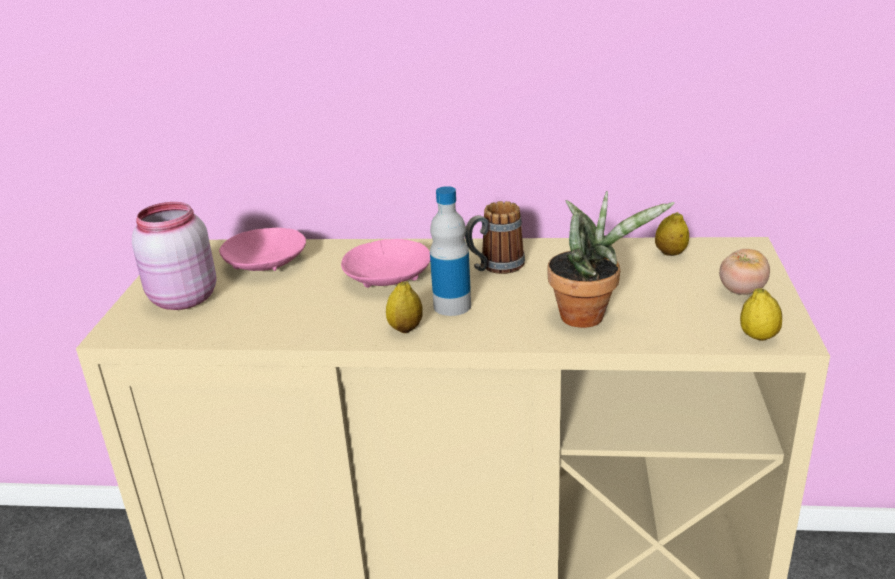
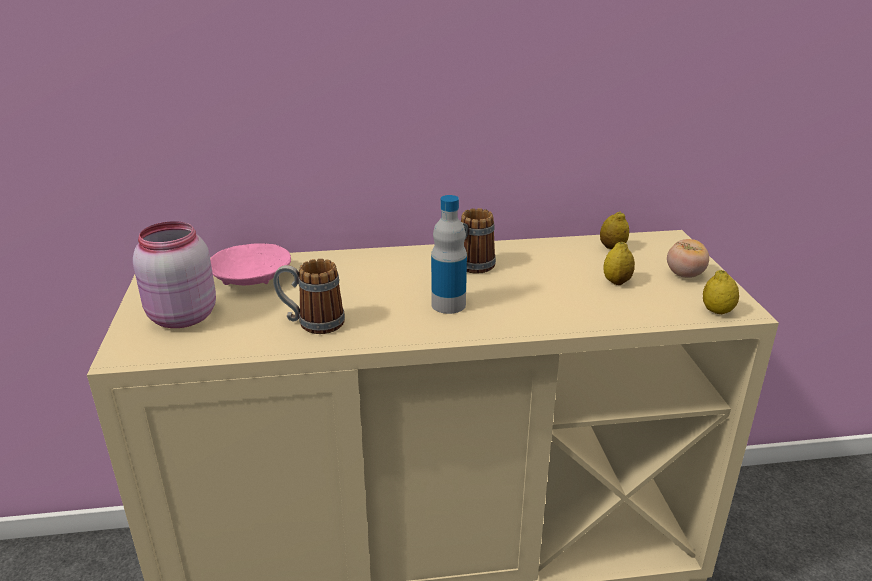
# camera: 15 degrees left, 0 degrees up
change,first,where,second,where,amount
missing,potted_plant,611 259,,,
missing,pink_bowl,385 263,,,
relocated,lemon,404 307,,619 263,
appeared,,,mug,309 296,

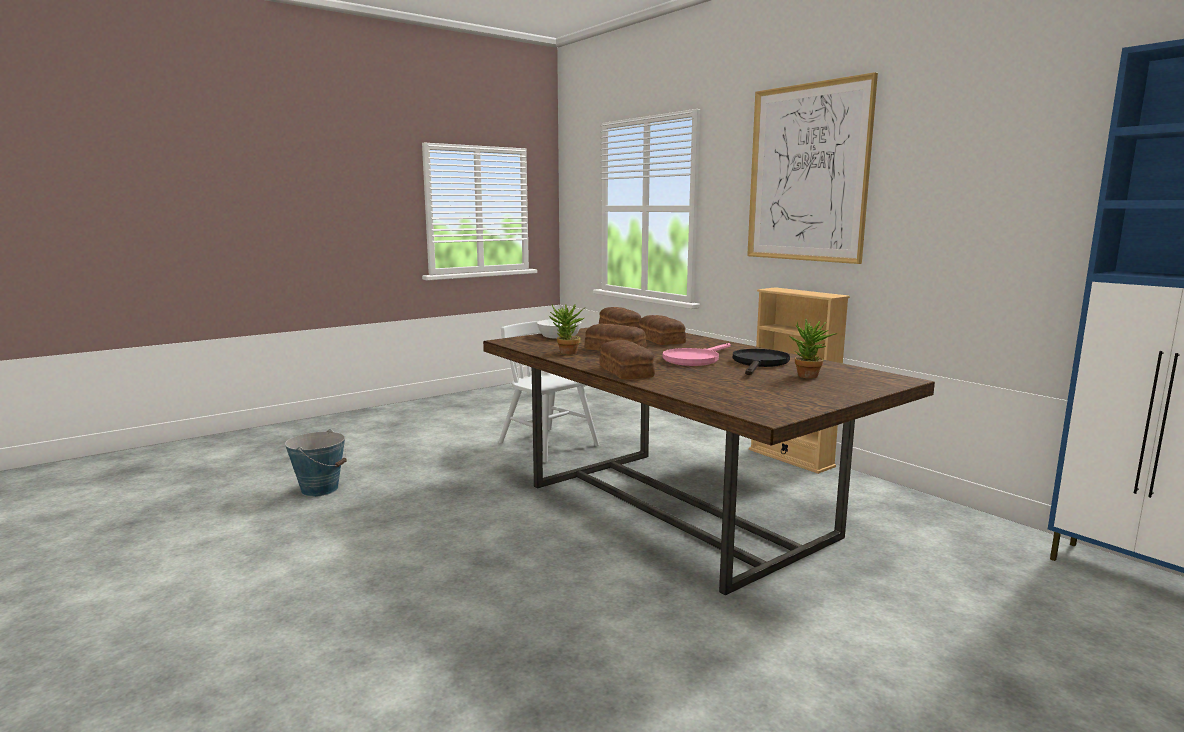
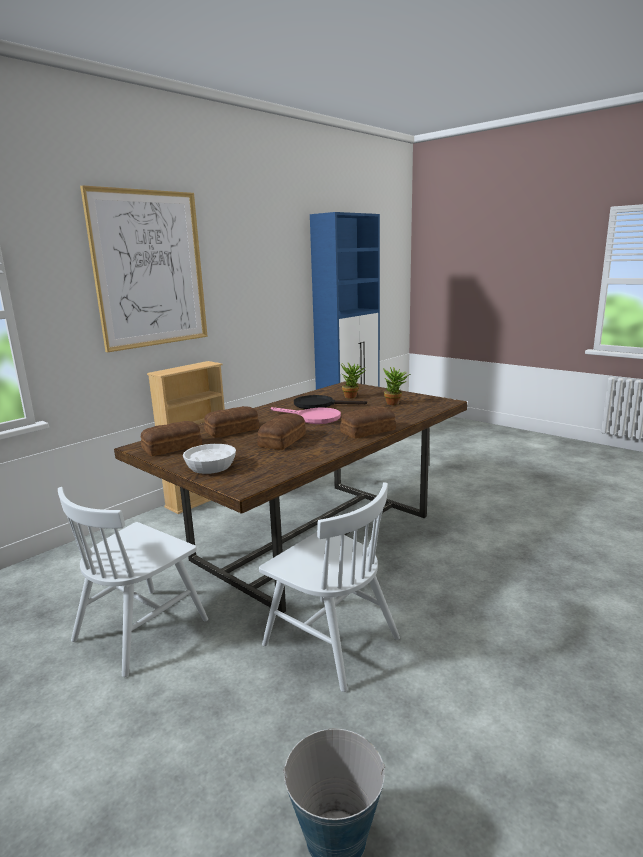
# camera: 100 degrees left, 5 degrees up
change,first,where,second,where,amount
relocated,potted_plant,567 329,,397 386,
appeared,,,white_chair,329 587,

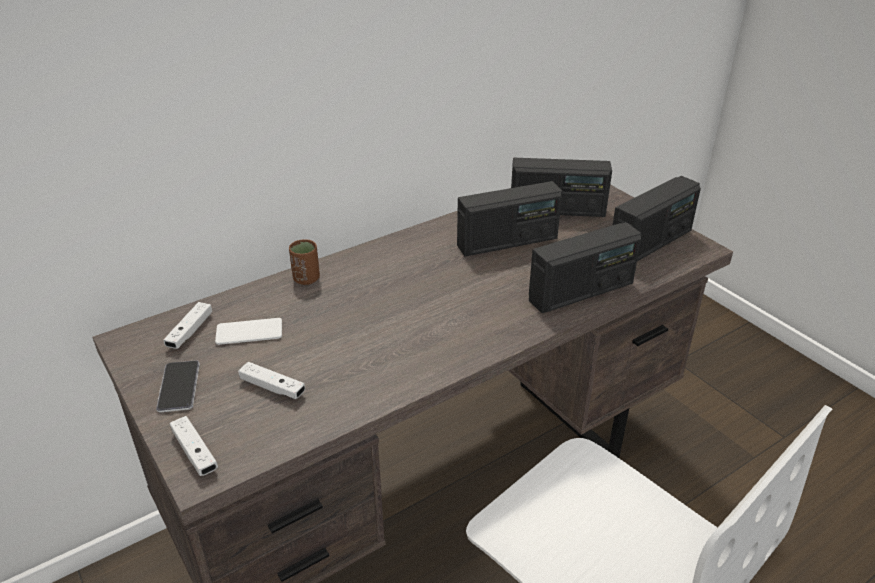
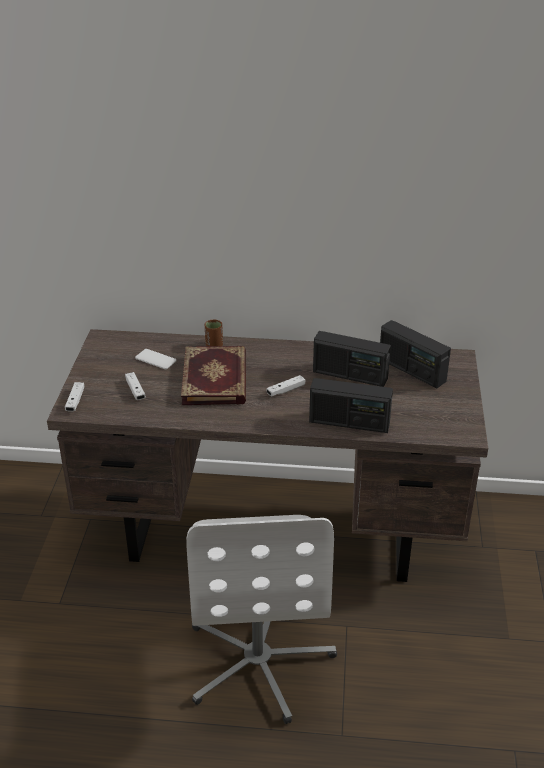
# camera: 40 degrees right, 0 degrees up
change,first,where,second,where,amount
missing,radio,657 218,,,
relocated,white_game_controller,187 325,,286 385,
missing,phone,178 386,,,
appeared,,,book,213 375,

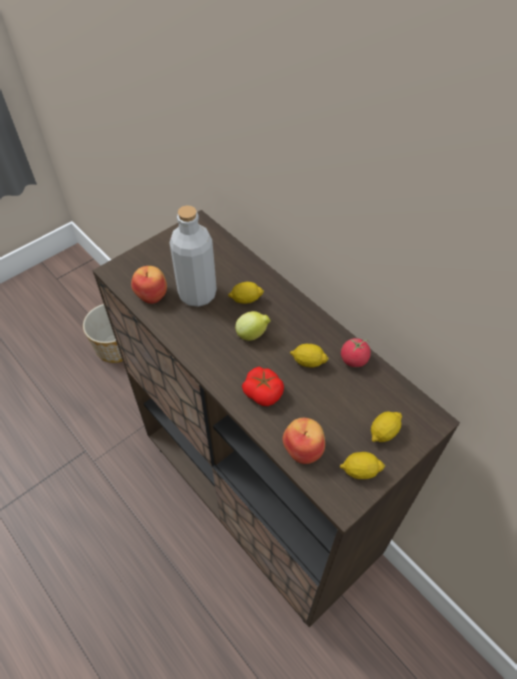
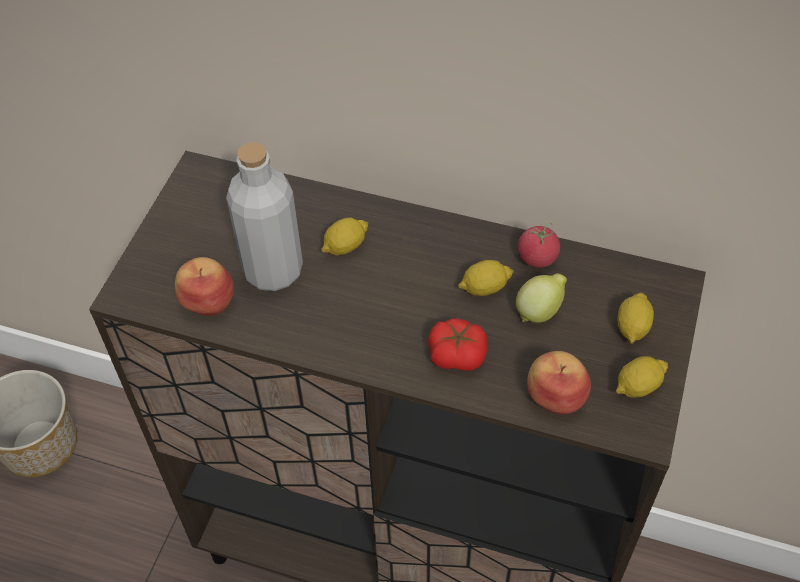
# camera: 30 degrees left, 0 degrees up
change,first,where,second,where,amount
relocated,lemon,253 326,,541 298,

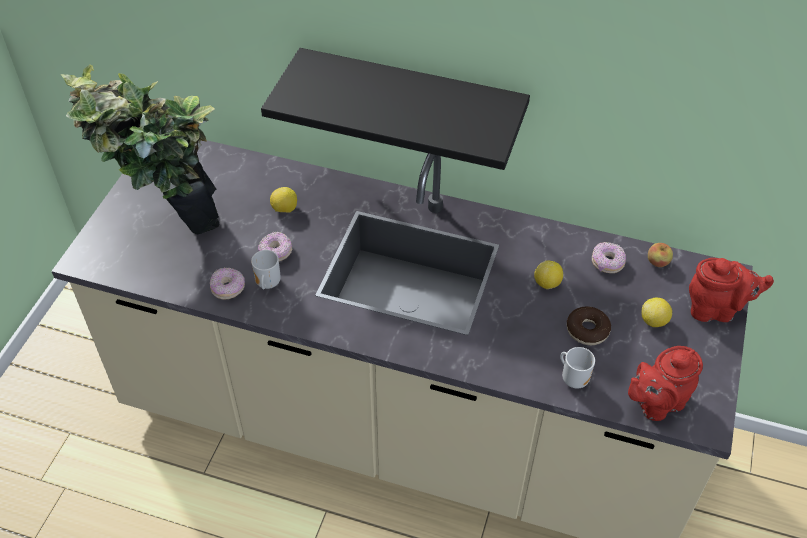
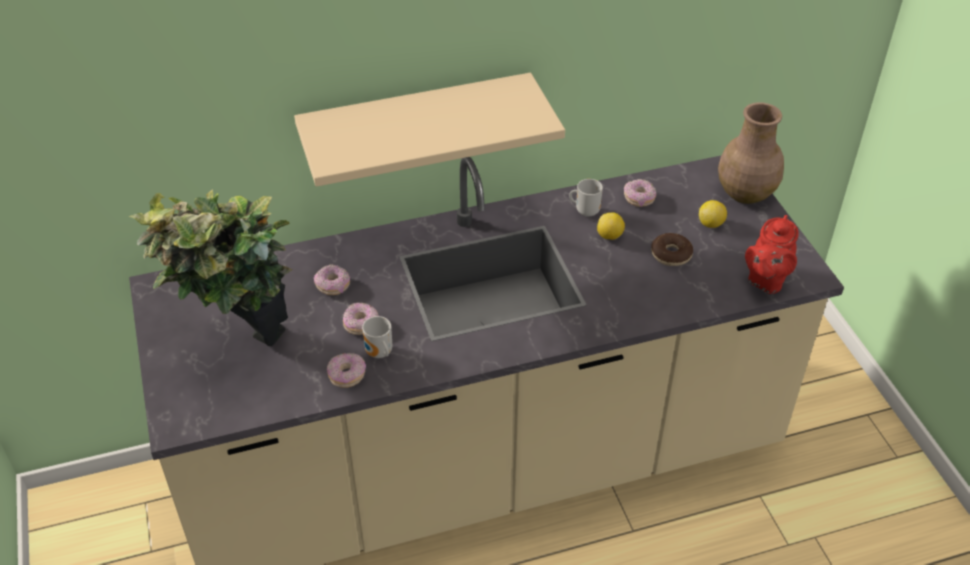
# camera: 35 degrees left, 5 degrees down
change,first,where,second,where,amount
colour,black_shelf,395 109,beige_shelf,429 130,
exchanged,lemon,283 200,donut,332 279,
missing,apple,660 255,,,
exchanged,red_teapot,731 290,brown_vase,751 153,
relocated,mug,577 367,,586 198,

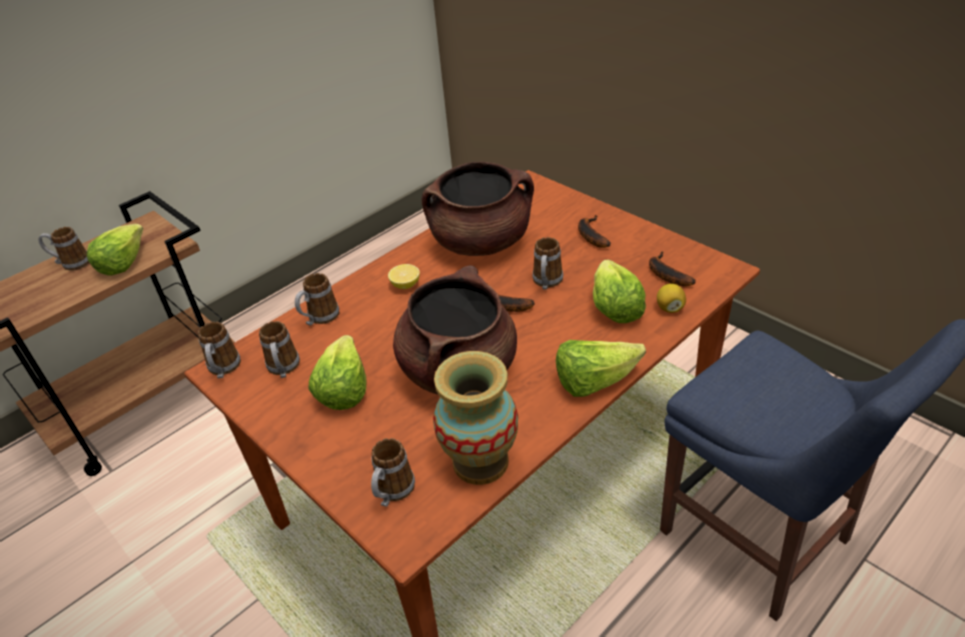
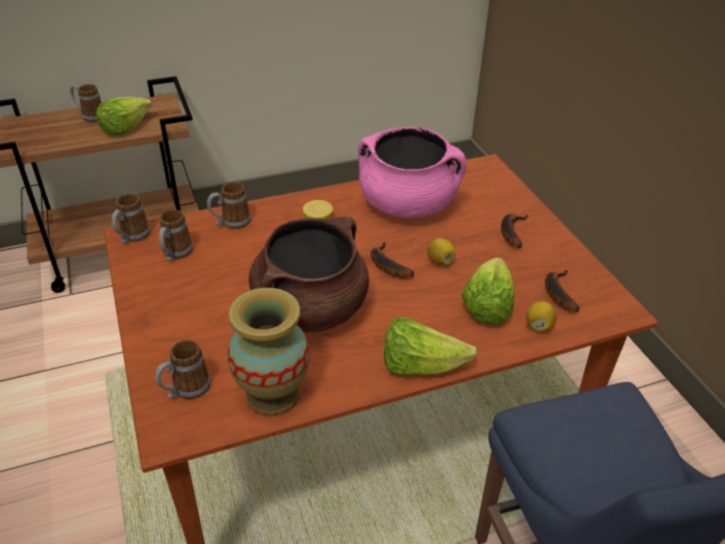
# camera: 20 degrees right, 0 degrees up
change,first,where,second,where,amount
colour,brown_cooking_pot,478 208,pink_cooking_pot,412 172,
exchanged,mug,548 263,lemon,441 251,
missing,lettuce,337 372,,,

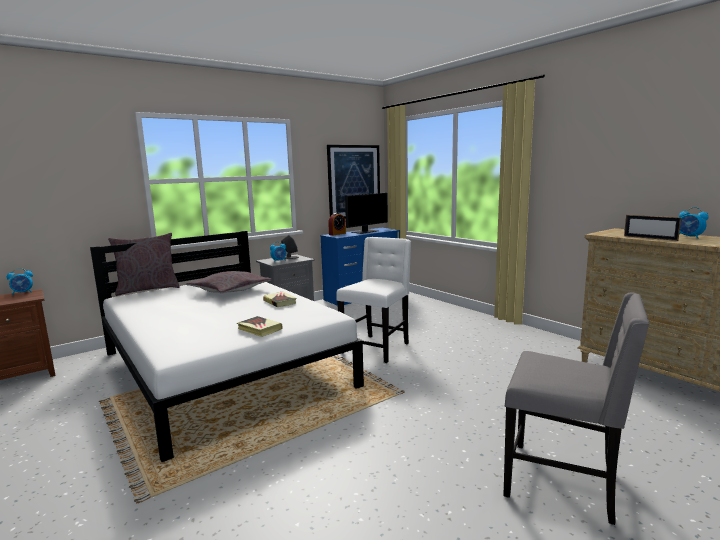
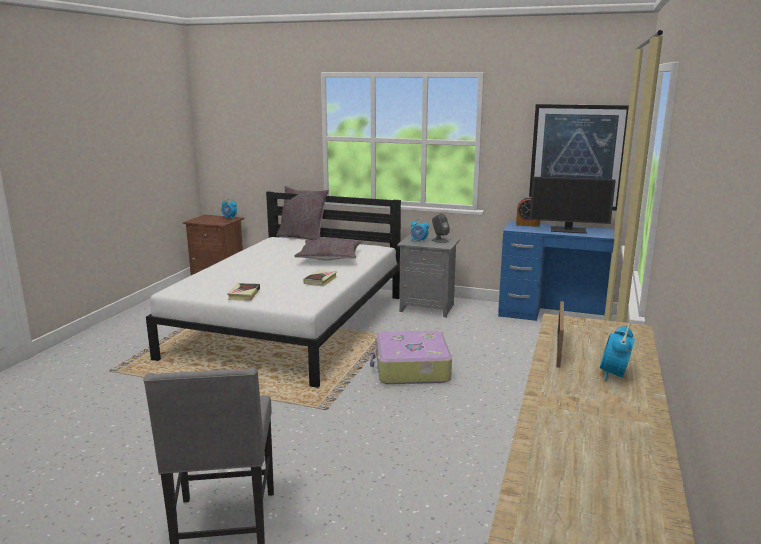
# camera: 55 degrees right, 5 degrees up
change,first,where,second,where,amount
exchanged,white_chair,373 300,suitcase,411 357,

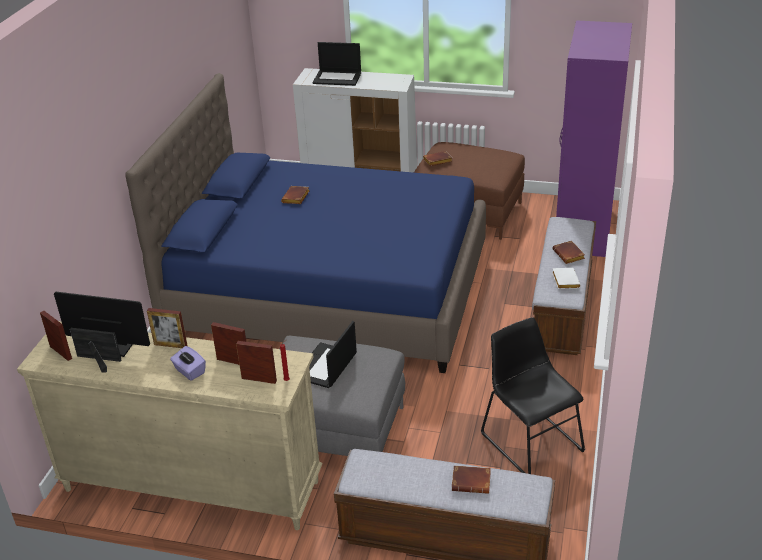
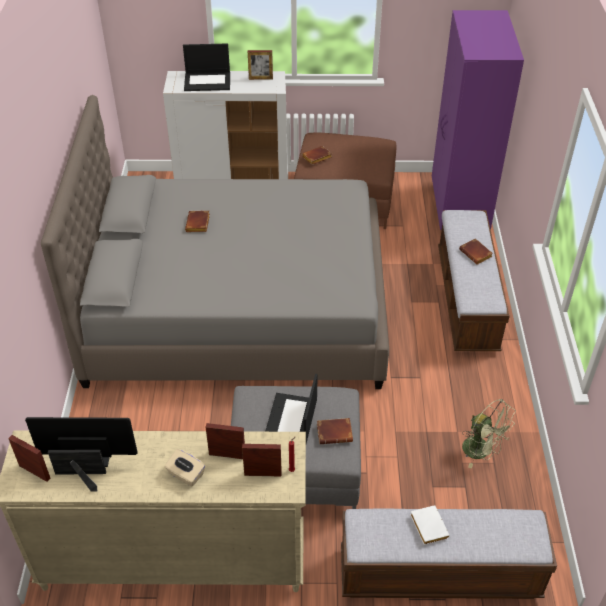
# camera: 15 degrees left, 10 degrees up
change,first,where,second,where,amount
colour,blue_bed,306 223,grey_bed,215 242,
relocated,white_book,566 278,,430 525,
relocated,picture_frame,167 328,,260 65,
exchanged,black_chair,533 395,green_fan,489 434,
colour,purple_tissue_box,188 363,beige_tissue_box,185 468,
relocated,brown_book,471 480,,335 431,

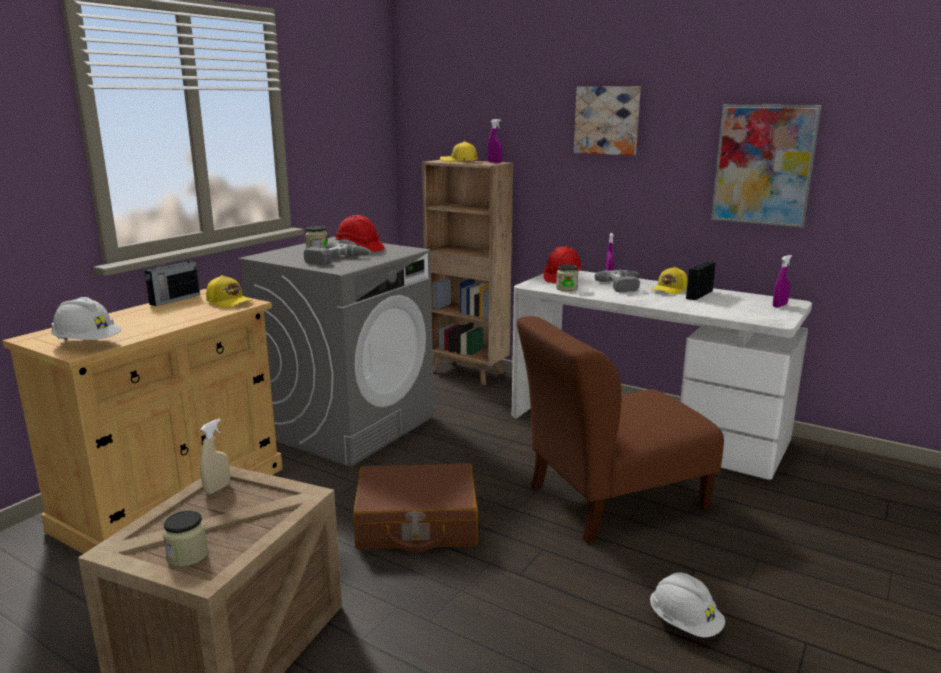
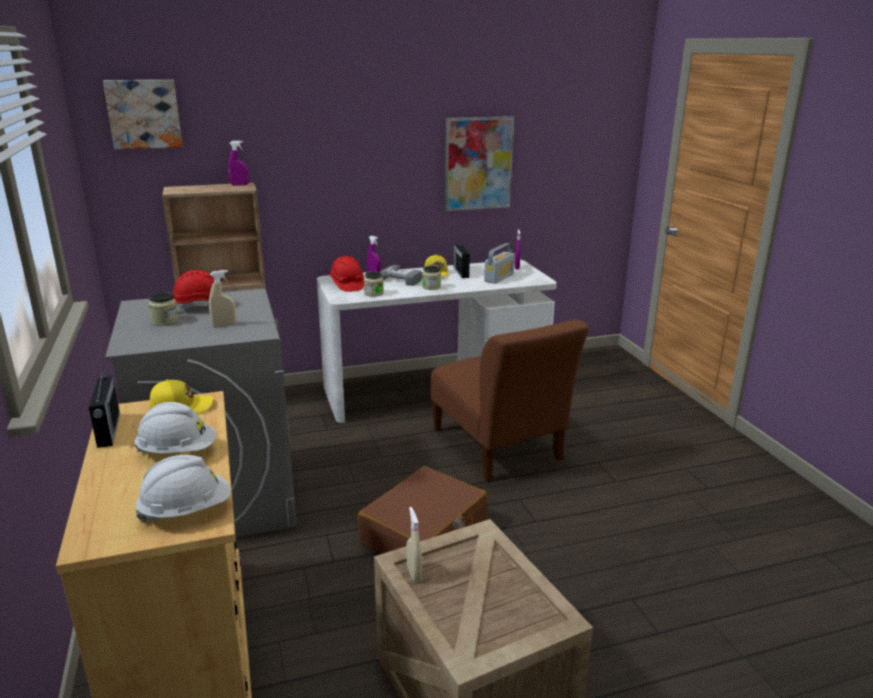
# camera: 50 degrees left, 5 degrees up
change,first,where,second,where,amount
relocated,picture,607 121,,142 115,
missing,yellow_cap,458 151,,,
exchanged,power_drill,337 253,beige_spray_bottle,222 298,
spun,brown_chair,620 429,,510 401,45 degrees counterclockwise
relocated,jar,185 538,,431 278,
relocated,white_hard_hat,687 605,,176 427,
appeared,,,radio,499 263,

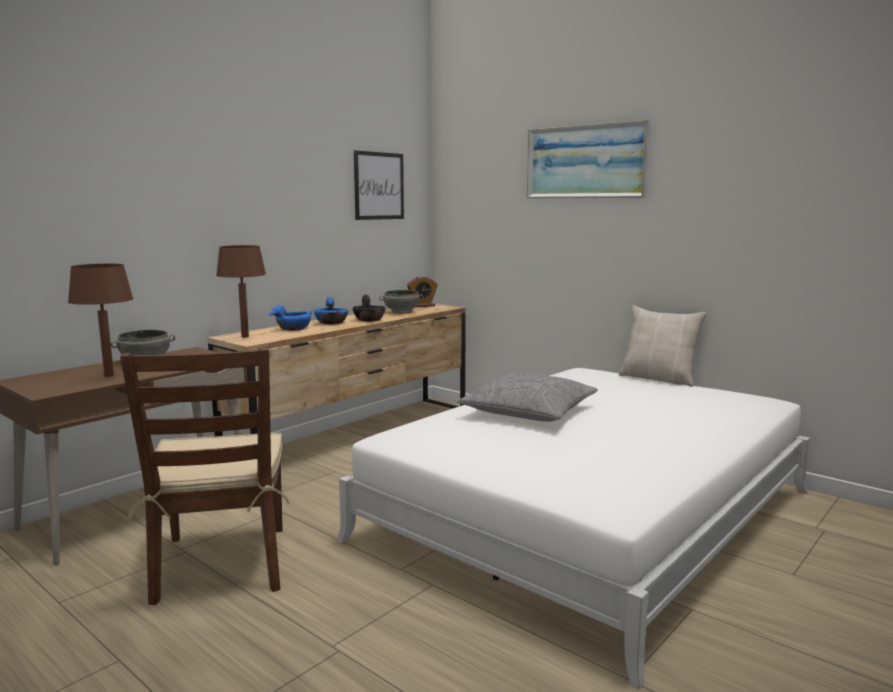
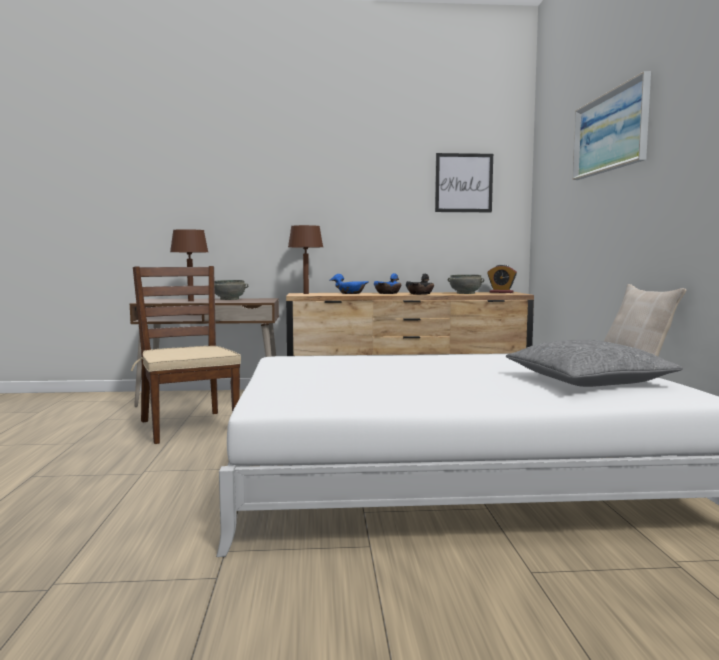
# camera: 45 degrees right, 5 degrees down
change,first,where,second,where,amount
spun,brown_chair,205 476,,186 355,120 degrees clockwise
relocated,grey_pillow,528 397,,594 363,

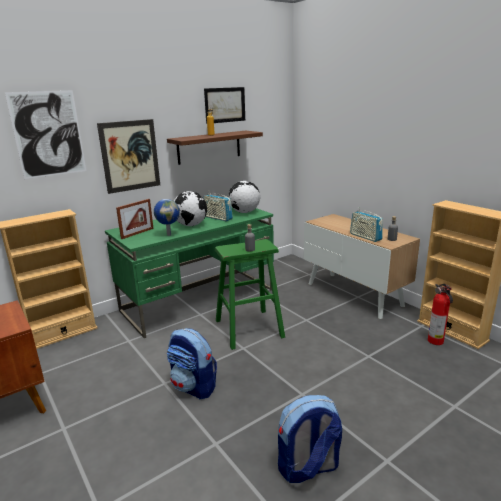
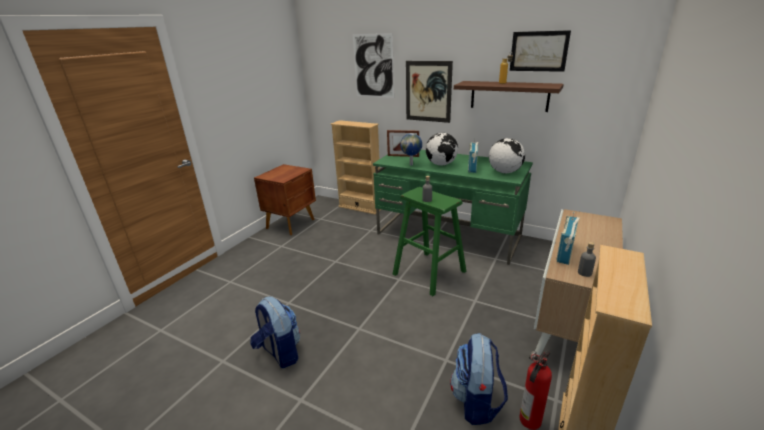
# camera: 65 degrees right, 5 degrees up
change,first,where,second,where,amount
relocated,backpack,192 363,,479 379,

